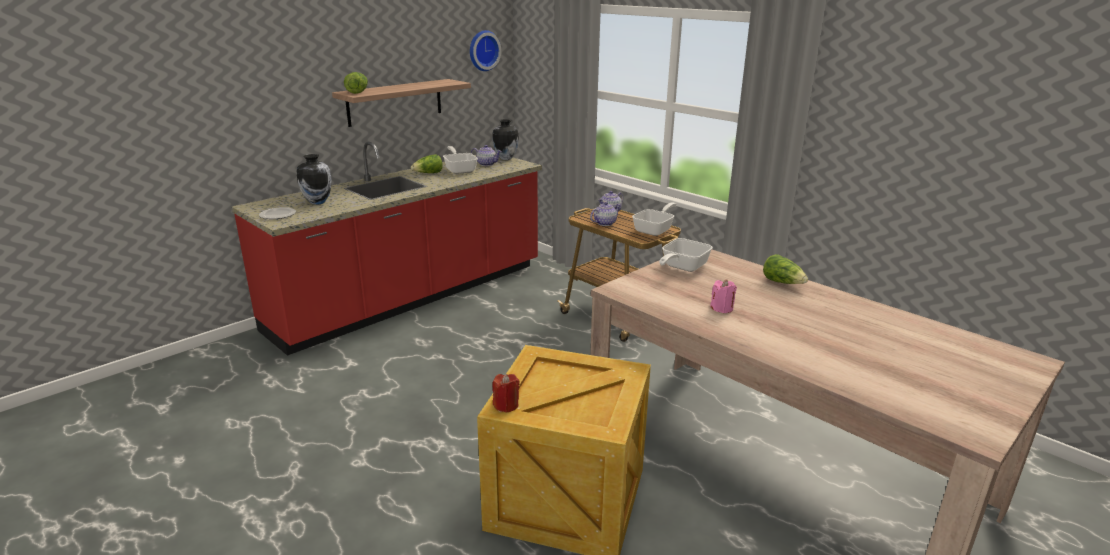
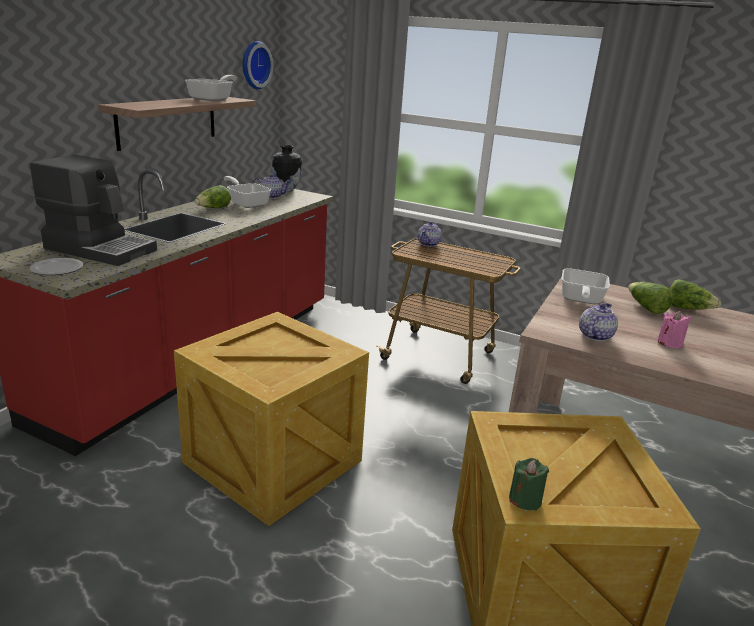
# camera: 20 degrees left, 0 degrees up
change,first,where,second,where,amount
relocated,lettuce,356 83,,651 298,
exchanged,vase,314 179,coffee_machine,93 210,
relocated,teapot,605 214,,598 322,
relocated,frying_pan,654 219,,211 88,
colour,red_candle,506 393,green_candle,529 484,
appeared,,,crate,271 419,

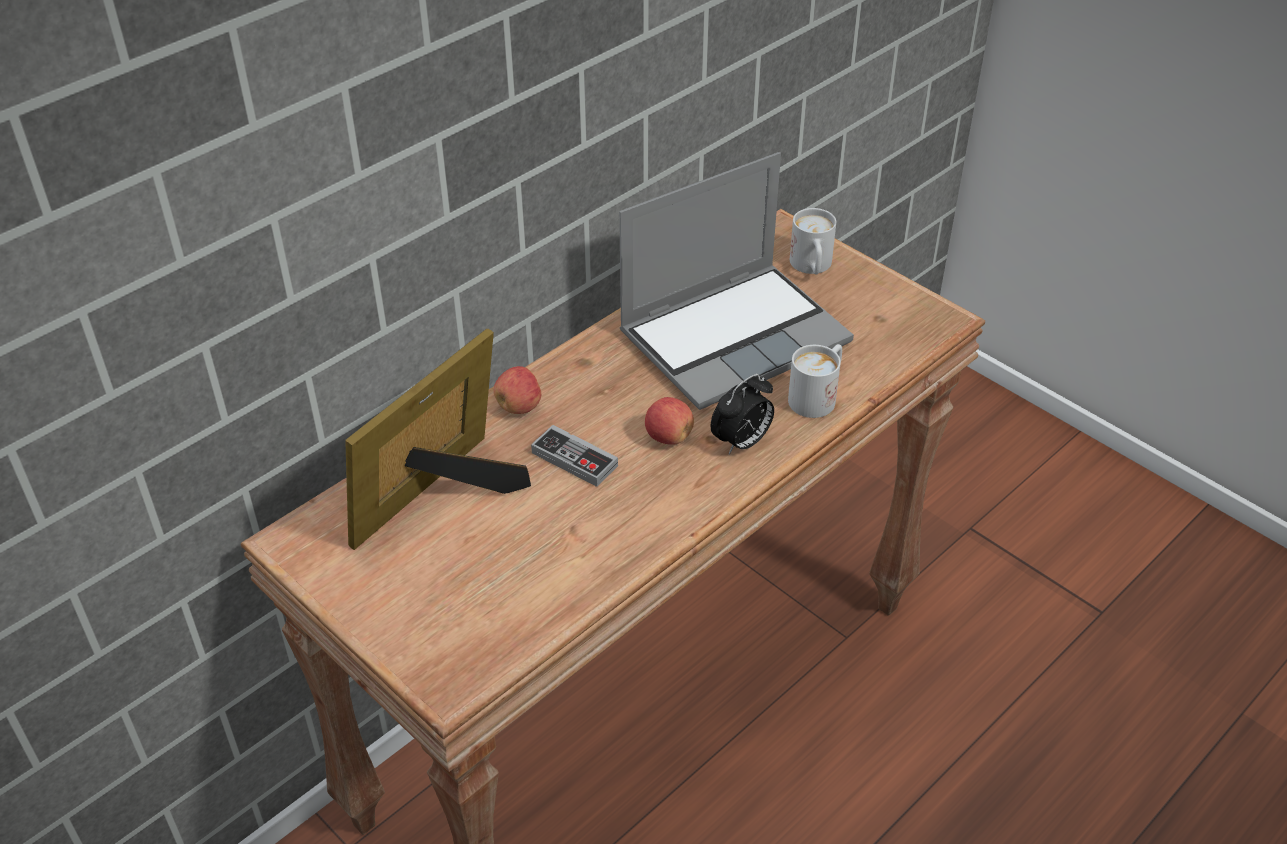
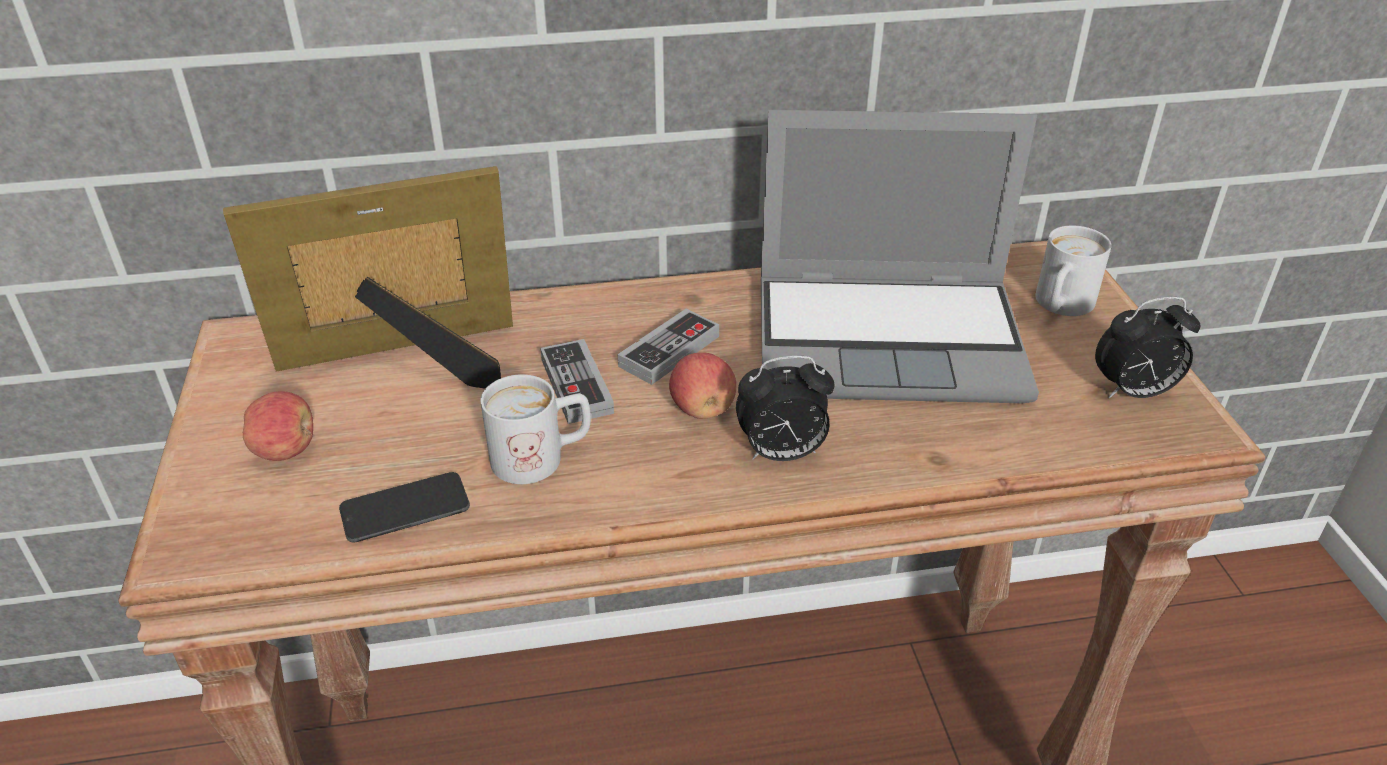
# camera: 35 degrees right, 5 degrees down
change,first,where,second,where,amount
relocated,white_mug,815 381,,535 429,
relocated,apple,517 390,,278 426,
appeared,,,alarm_clock,1148 347,
appeared,,,game_controller,668 347,
appeared,,,phone,404 507,

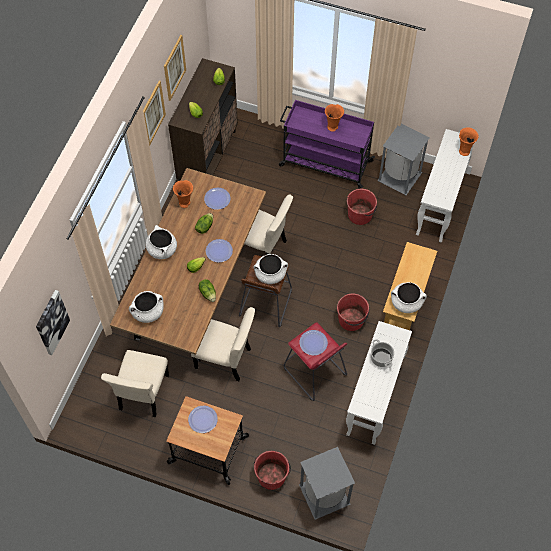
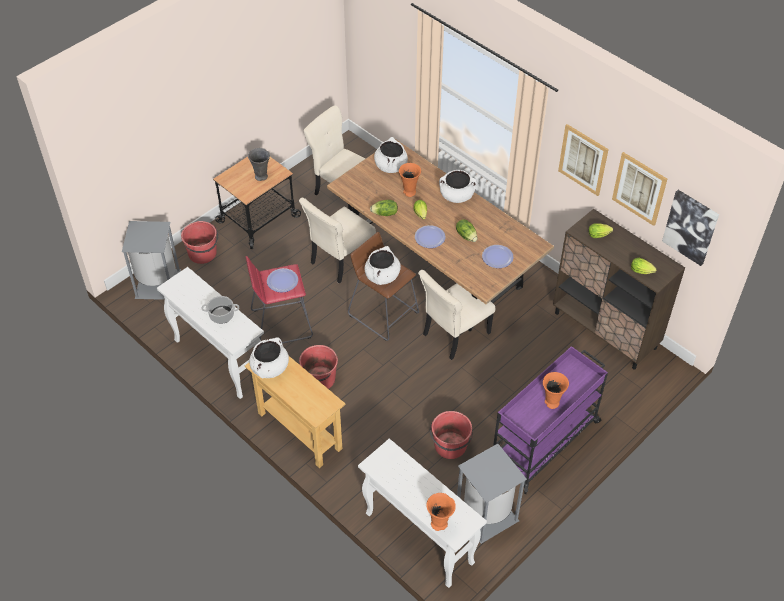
# camera: 115 degrees right, 10 degrees down
change,first,where,second,where,amount
relocated,orange_vase,183 194,,410 180,
relocated,picture,53 322,,690 228,
exchanged,plate,203 419,grey_vase,259 164,

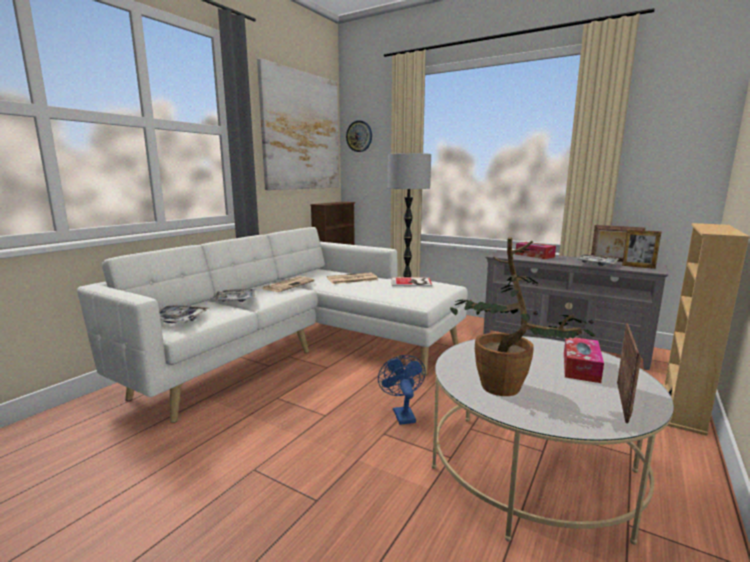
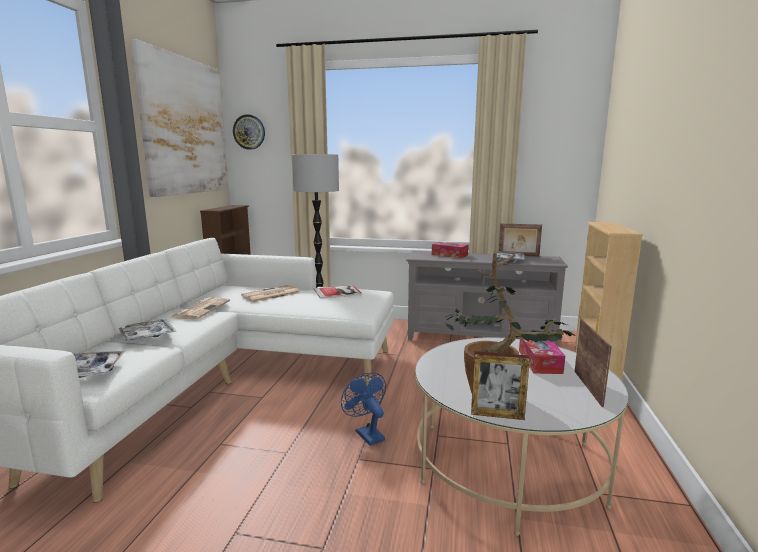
# camera: 20 degrees left, 0 degrees up
change,first,where,second,where,amount
relocated,picture_frame,641 249,,500 385,

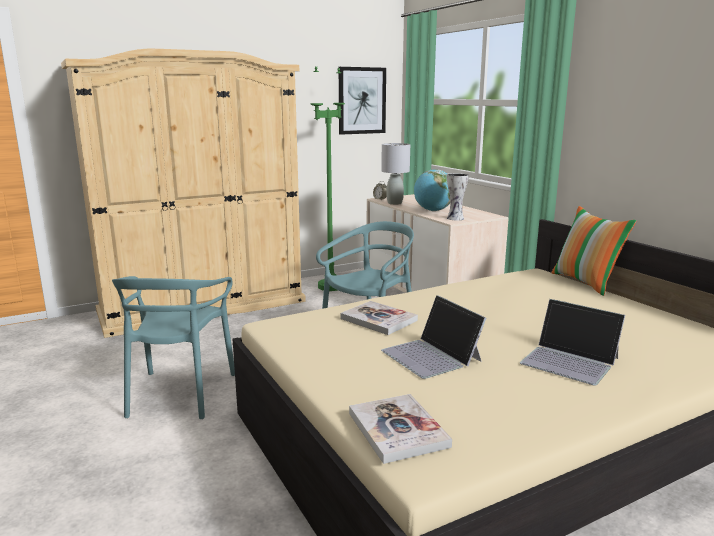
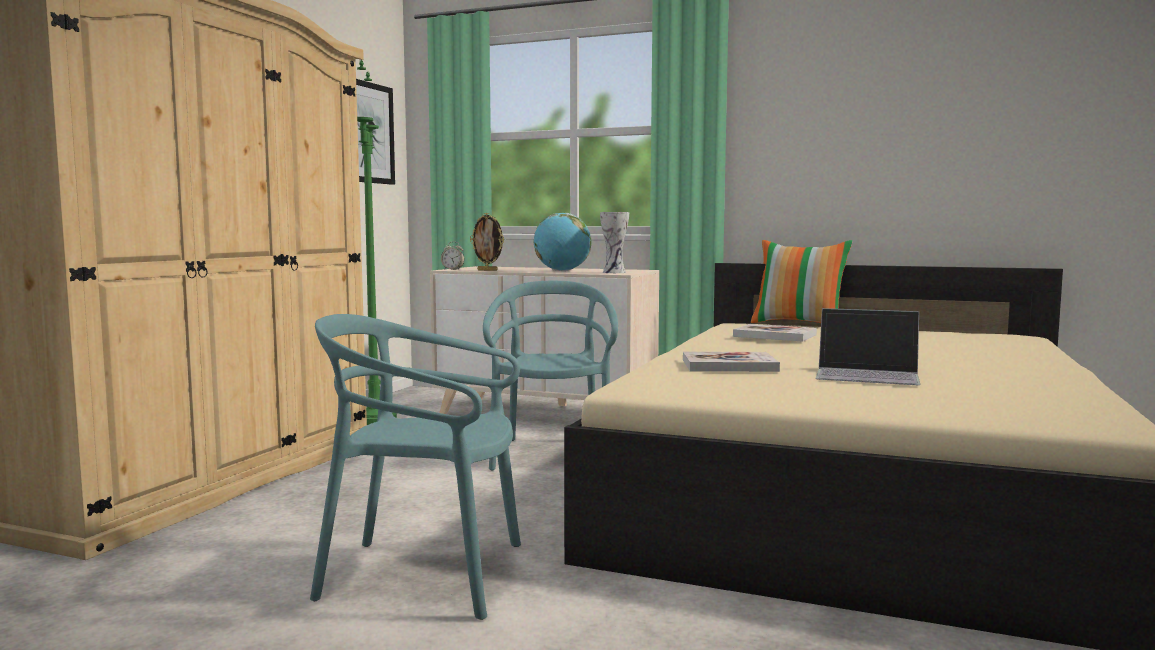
# camera: 40 degrees left, 10 degrees down
change,first,where,second,where,amount
exchanged,grey_table_lamp,395 174,picture_frame,487 242,
spun,turquoise_chair,173 347,,415 467,135 degrees clockwise
missing,laptop,572 342,,,
relocated,book,400 429,,775 333,

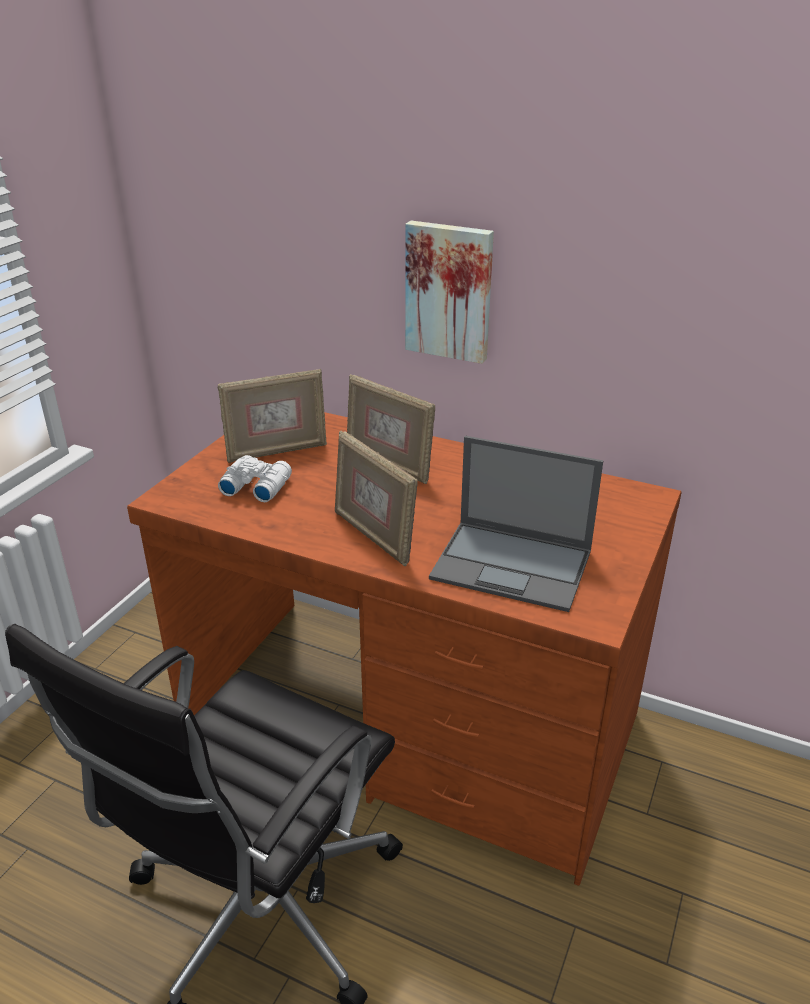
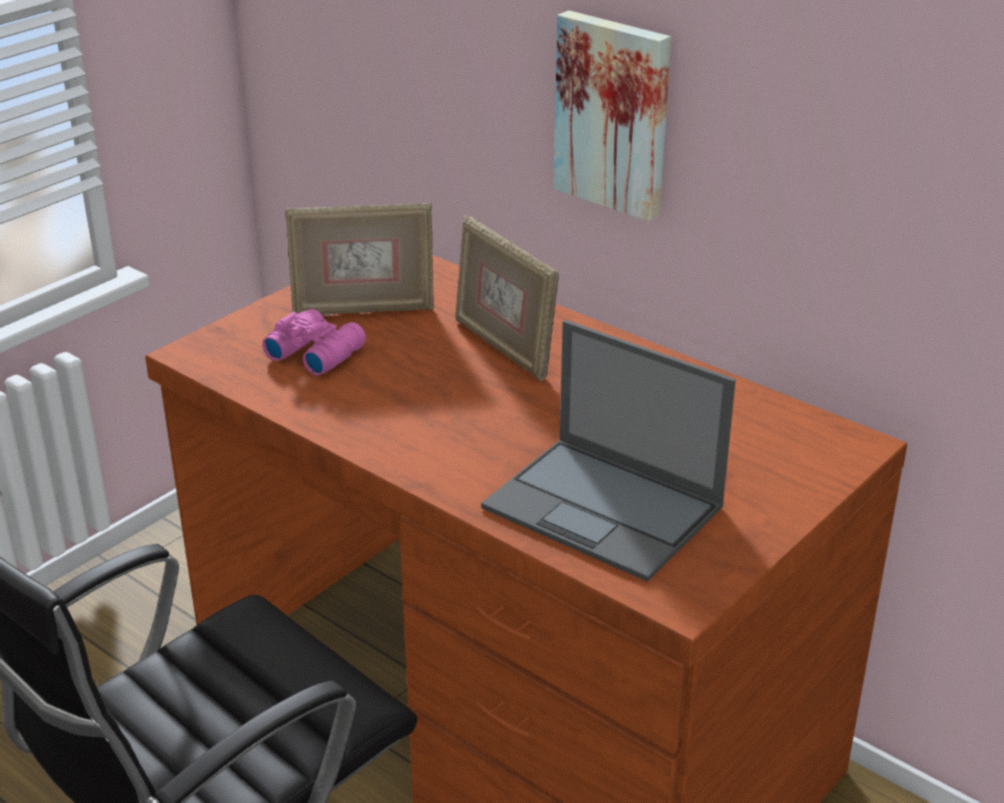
# camera: 15 degrees right, 0 degrees up
change,first,where,second,where,amount
missing,picture_frame,376 498,,,
colour,white_binoculars,255 478,pink_binoculars,314 342,

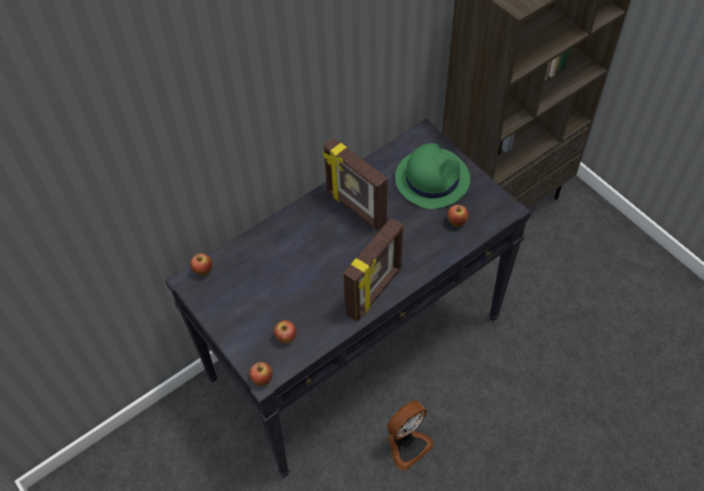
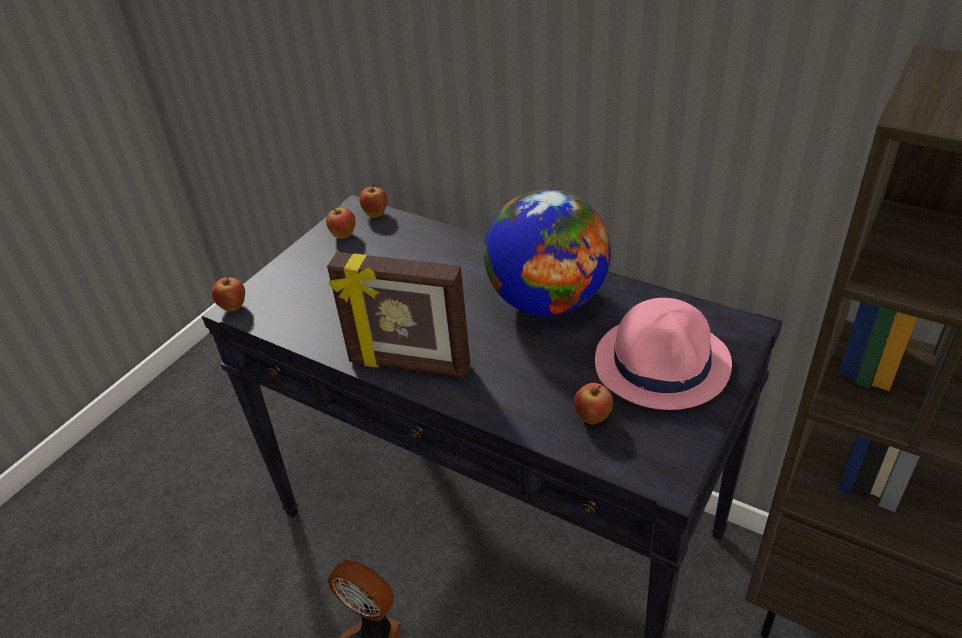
# camera: 70 degrees right, 15 degrees down
change,first,where,second,where,amount
exchanged,picture_frame,354 184,globe,547 252,
colour,green_hat,432 176,pink_hat,663 354,
relocated,apple,284 332,,341 223,

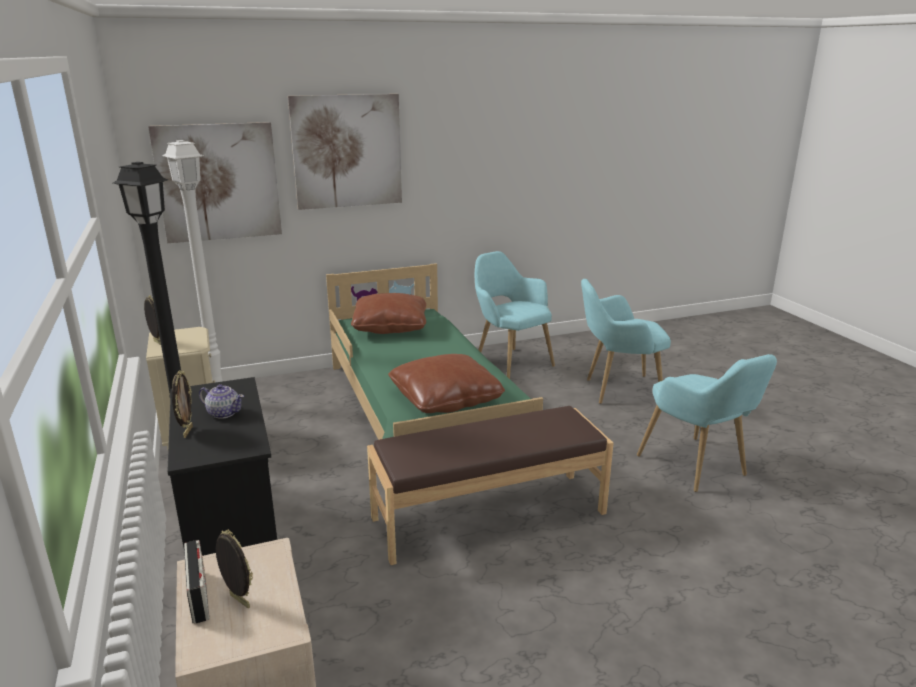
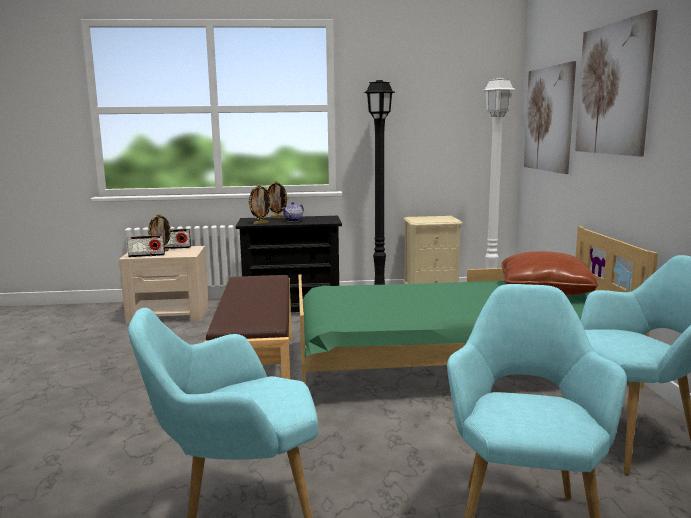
# camera: 105 degrees right, 10 degrees down
change,first,where,second,where,amount
relocated,picture_frame,152 320,,260 204,
missing,brown_pillow,446 383,,,
appeared,,,radio,146 246,

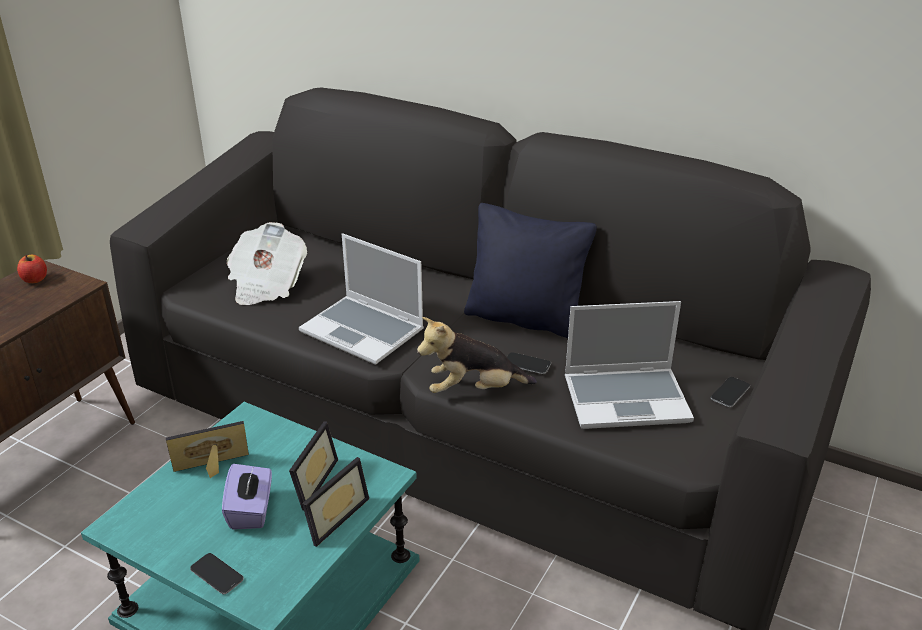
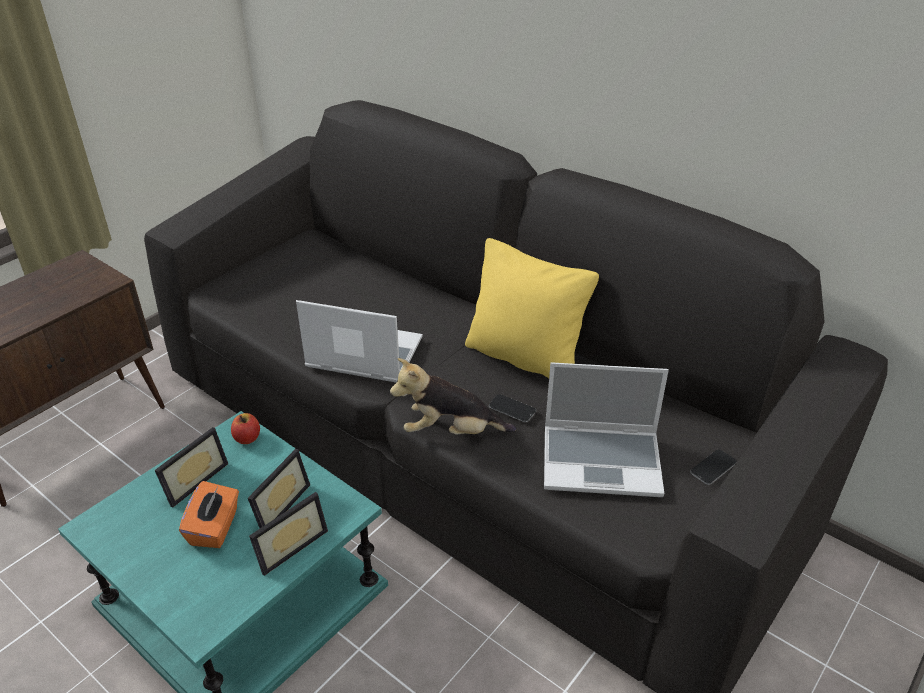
# camera: 10 degrees right, 5 degrees up
change,first,where,second,where,amount
colour,black_pillow,530 270,yellow_pillow,532 308,
missing,newspaper,267 263,,,
spun,laptop,361 299,,359 341,150 degrees clockwise
relocated,apple,32 269,,245 428,
spun,picture_frame,207 449,,191 467,135 degrees clockwise
colour,purple_tissue_box,247 497,orange_tissue_box,209 514,
missing,phone,217 573,,,

